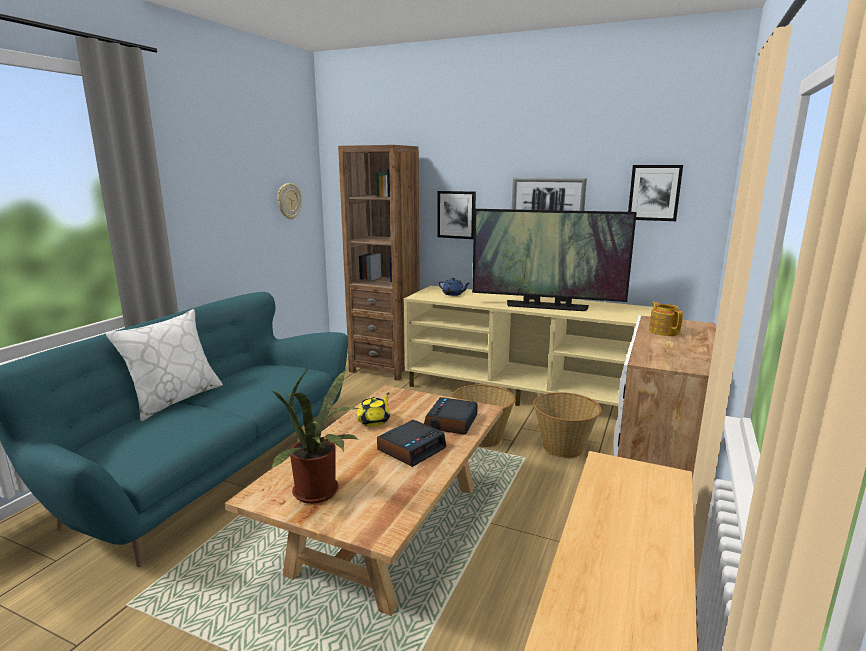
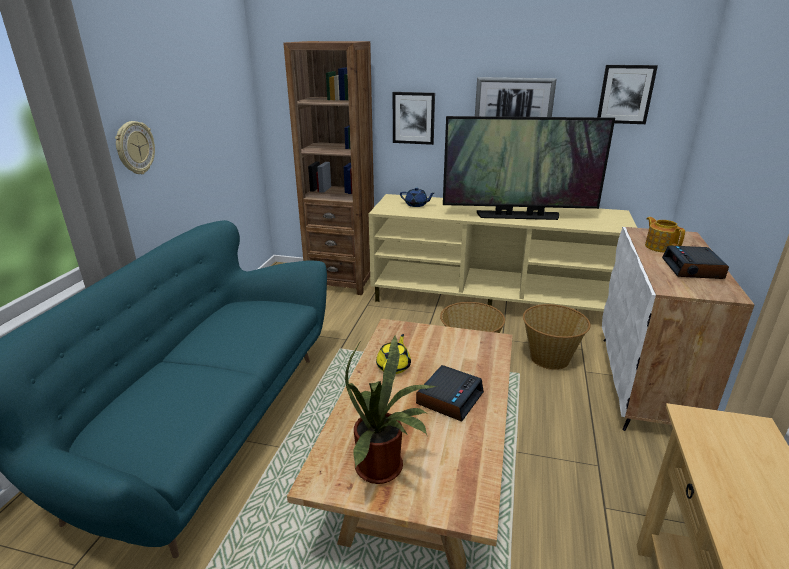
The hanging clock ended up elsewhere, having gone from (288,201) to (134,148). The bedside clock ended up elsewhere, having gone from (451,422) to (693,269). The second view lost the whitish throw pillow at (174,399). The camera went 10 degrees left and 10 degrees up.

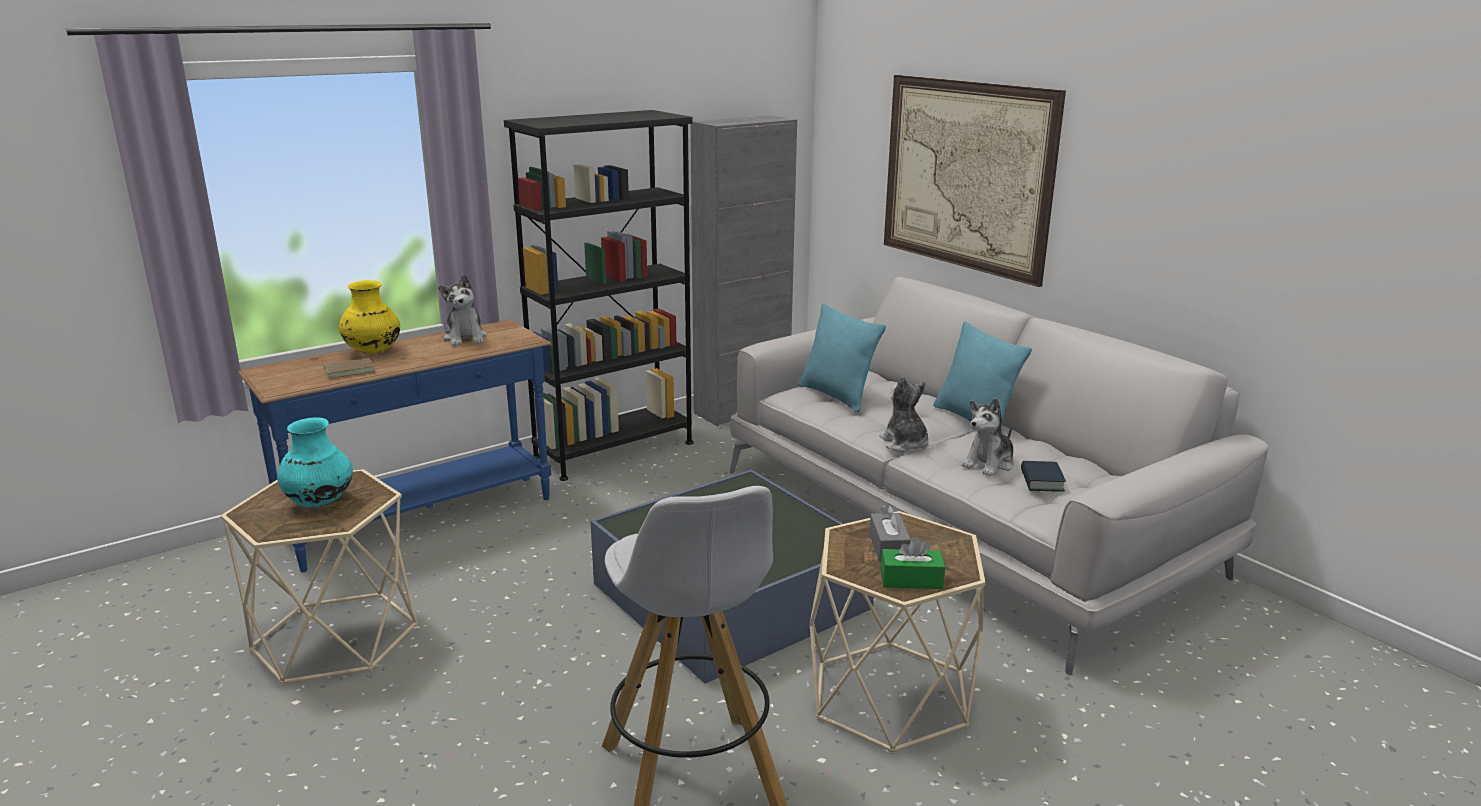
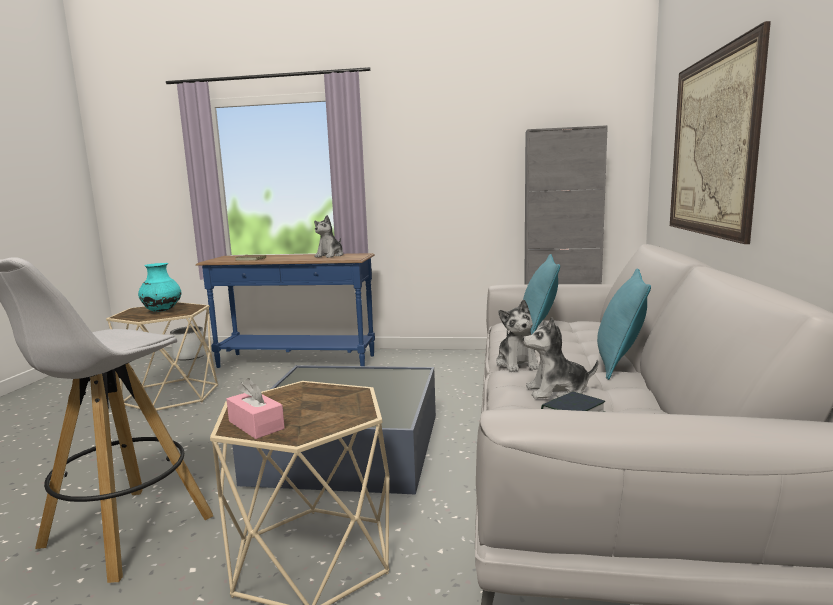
The second view gained the gray plant pot at (190,356). What was the greenish tissue box at (911,580) turned into the pink tissue box at (256,425). The cuddly toy at (904,444) ended up facing another way, 150 degrees clockwise from before. The second view lost the yellow decorative vase at (372,352). The second view lost the black shelving unit at (614,450). The second view lost the gray tissue box at (888,547). The camera went 45 degrees right and 10 degrees down.

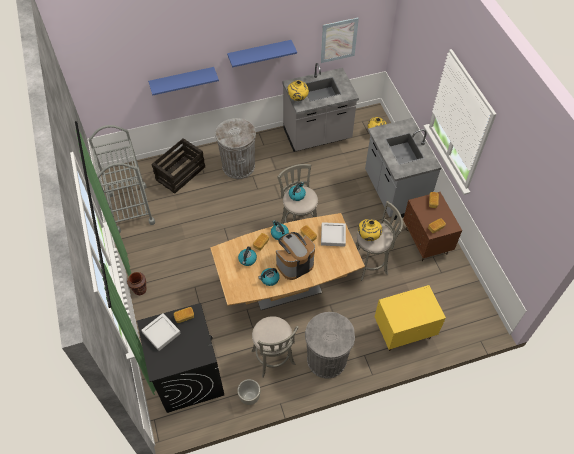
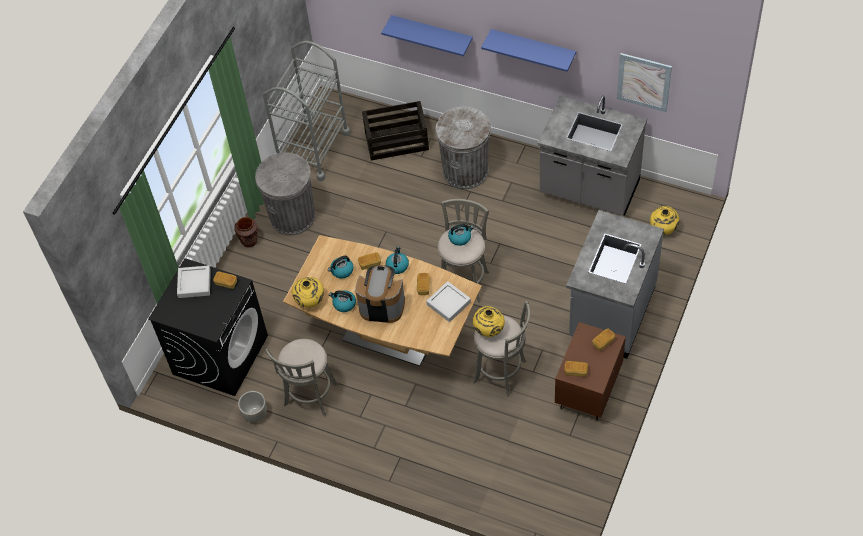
The gray rubbish bin ended up elsewhere, having gone from (326,359) to (292,216). The yellow decorative vase ended up elsewhere, having gone from (297,98) to (310,301). The second view lost the yellow nightstand at (403,332). The camera went 45 degrees right and 0 degrees up.

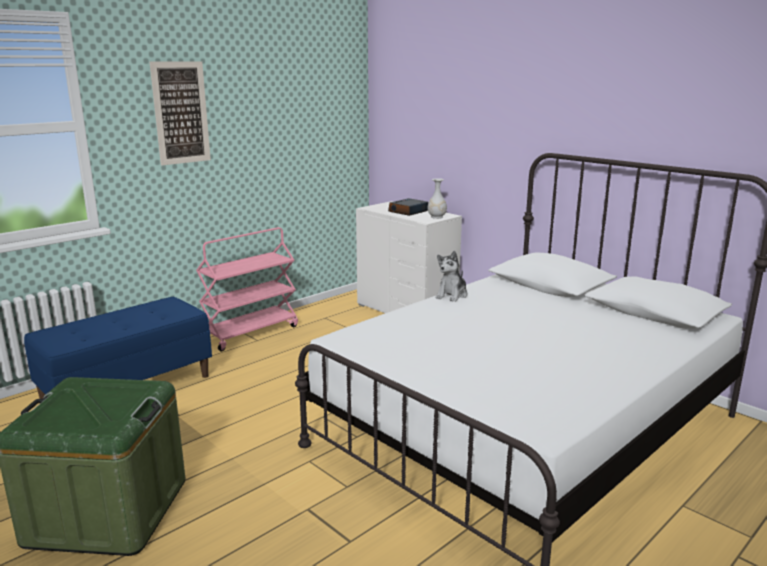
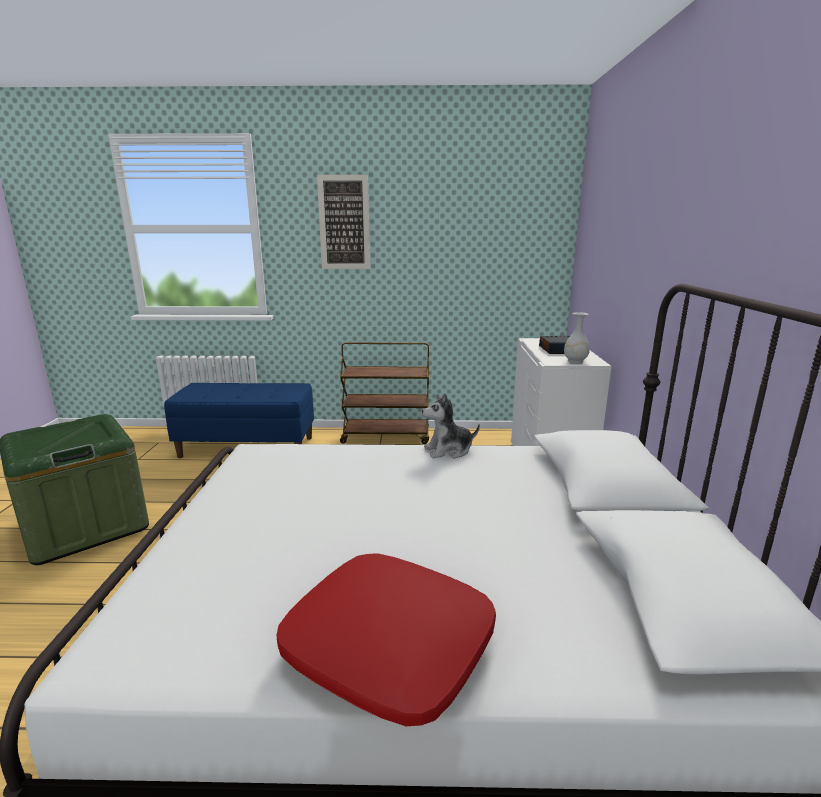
The second view gained the reddish throw pillow at (390,646). What was the pink trolley at (250,332) turned into the brown-coloured trolley at (386,436). The camera went 45 degrees right and 0 degrees up.

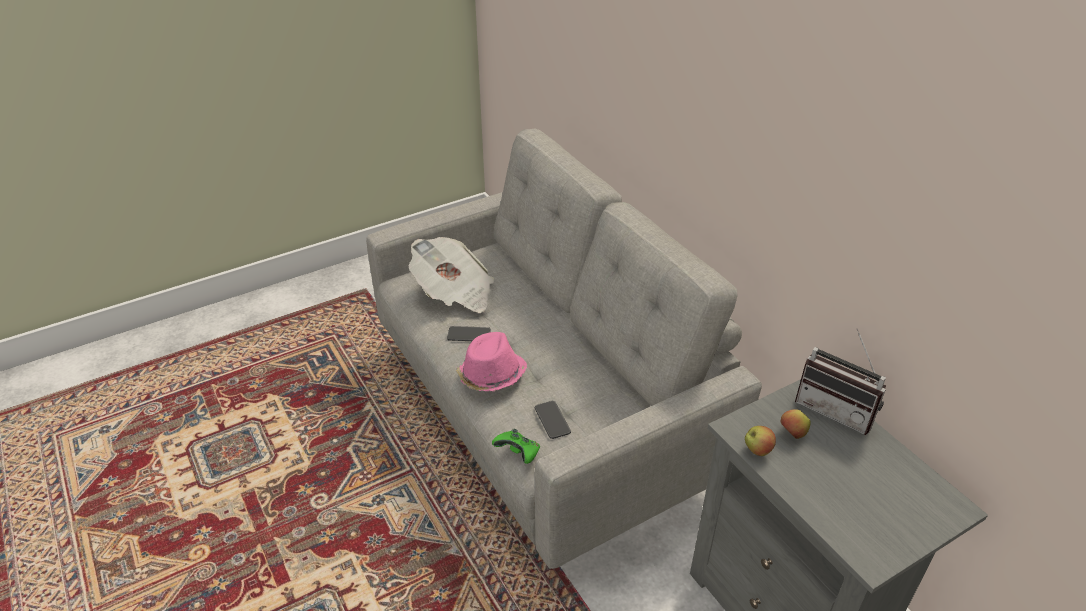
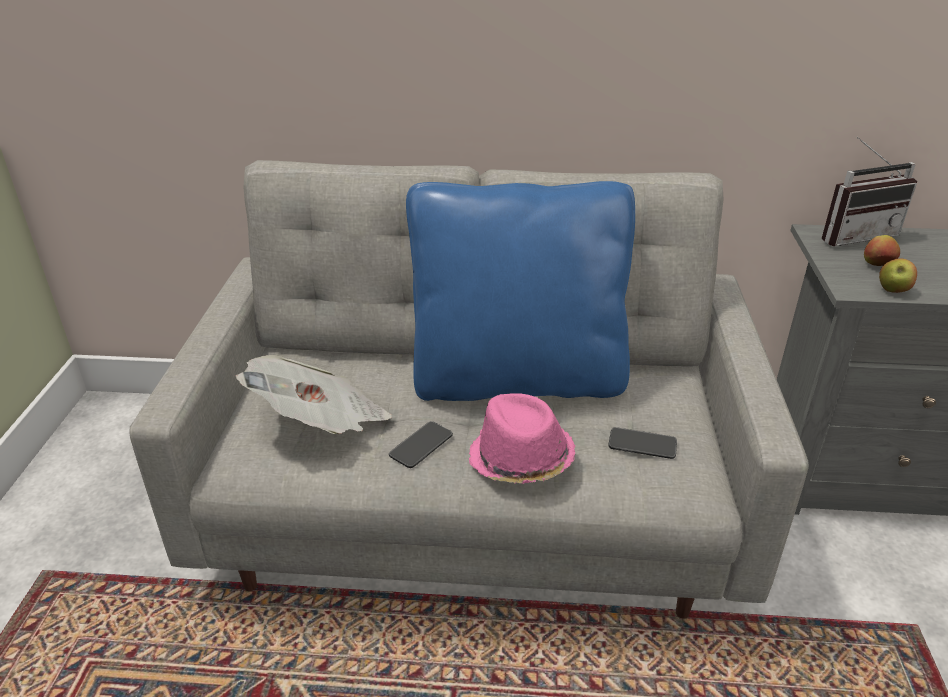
The second view gained the blue throw pillow at (517,378). The second view lost the greenish joypad at (518,453). The camera went 55 degrees left and 5 degrees down.

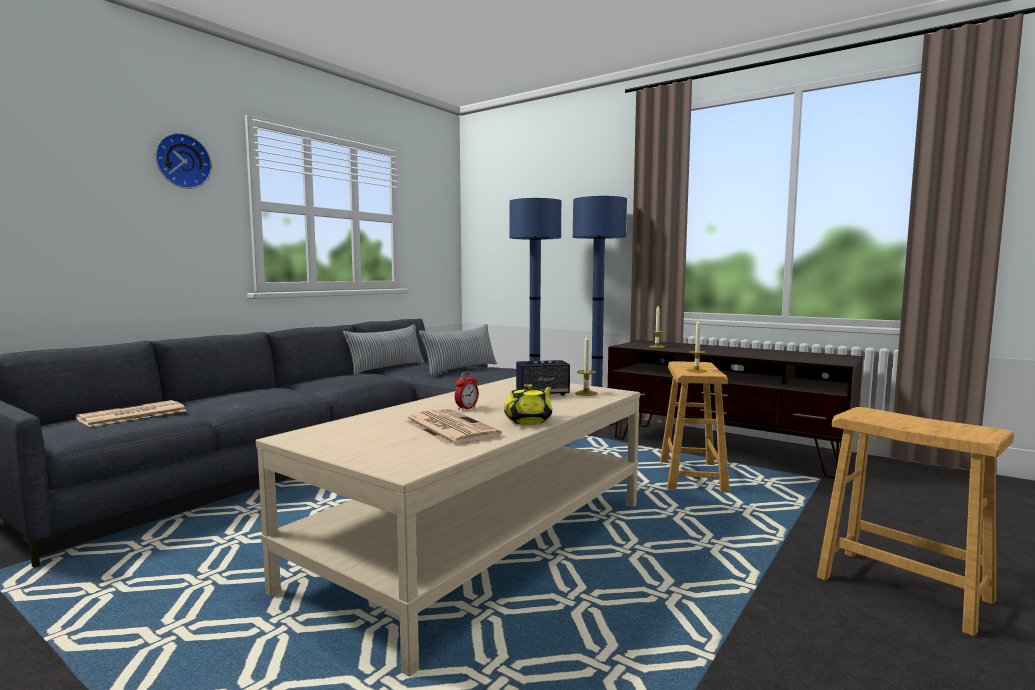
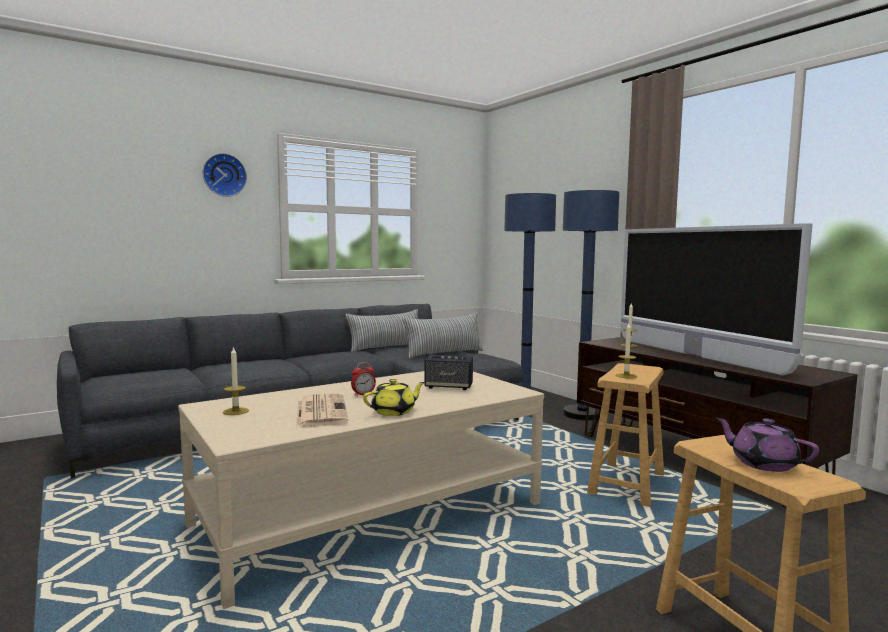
The wax light ended up elsewhere, having gone from (586,393) to (235,411). The second view gained the TV at (694,355). The second view gained the purple-coloured teapot at (763,463). The second view lost the newspaper at (131,415). The camera went 20 degrees right and 0 degrees up.

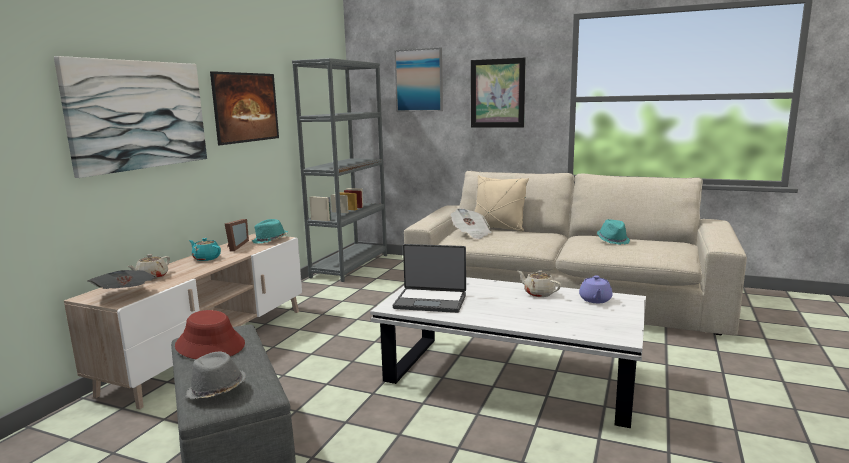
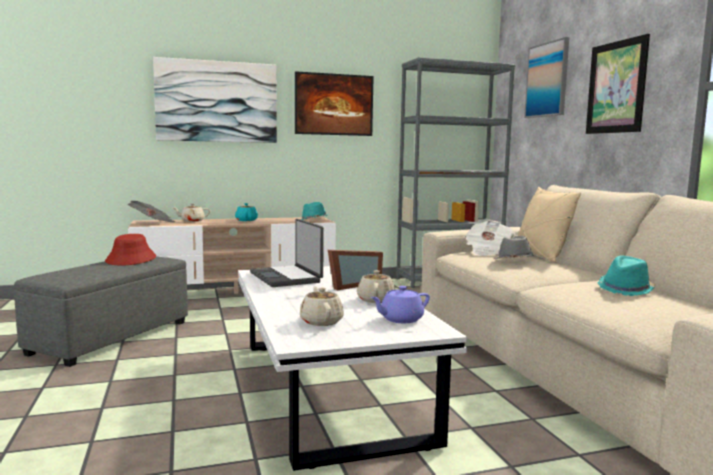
The second view gained the beige teapot at (321,321). The standing frame ended up elsewhere, having gone from (234,246) to (352,285). The gray wearable hat ended up elsewhere, having gone from (216,390) to (514,261). The camera went 50 degrees right and 5 degrees down.

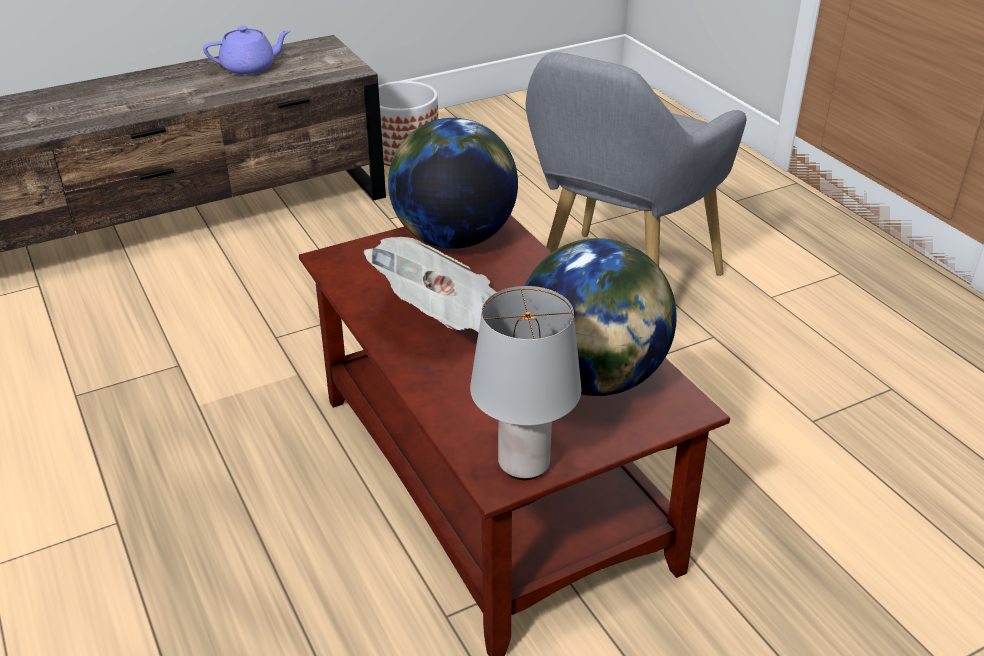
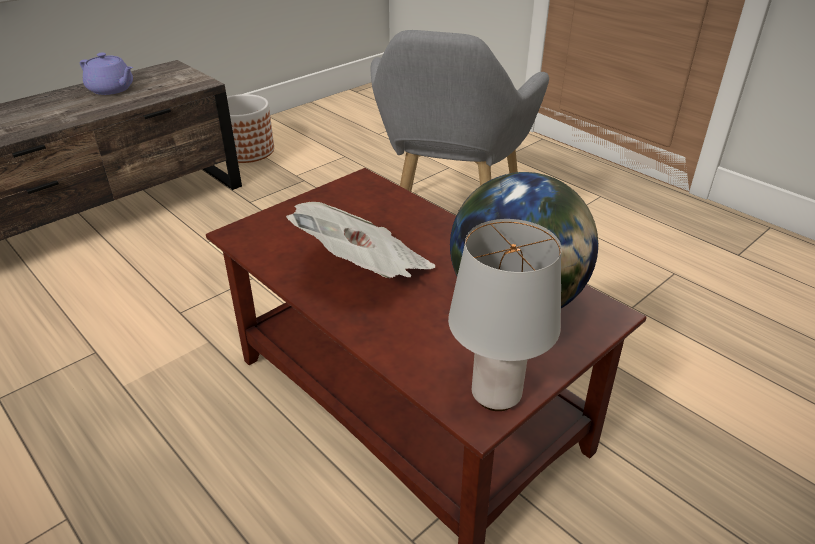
The purple-coloured teapot at (250,68) ended up facing another way, 60 degrees clockwise from before. The second view lost the desk globe at (453,238). The camera went 15 degrees left and 0 degrees up.

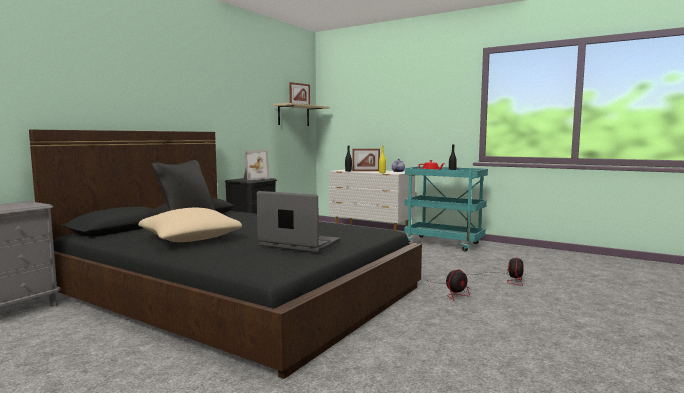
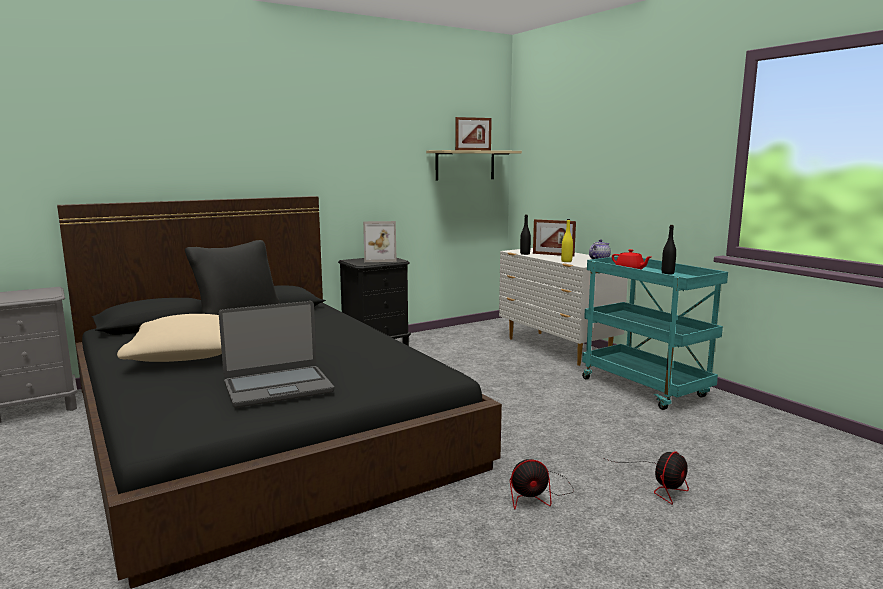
The notebook computer at (299,244) ended up facing another way, 105 degrees clockwise from before. The camera went 25 degrees right and 5 degrees up.

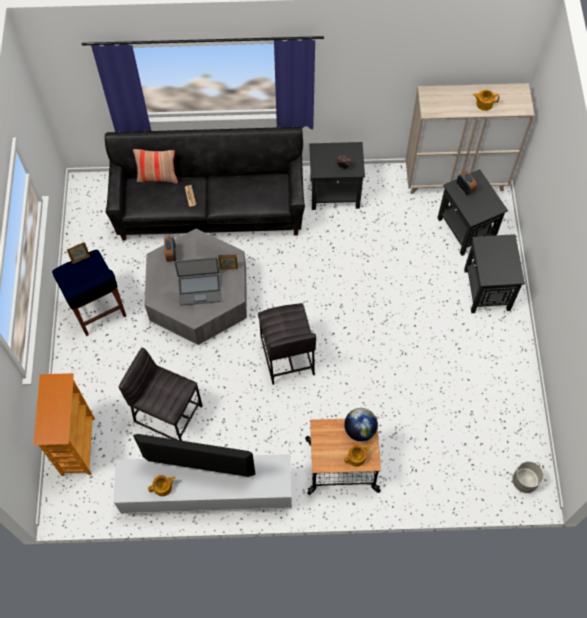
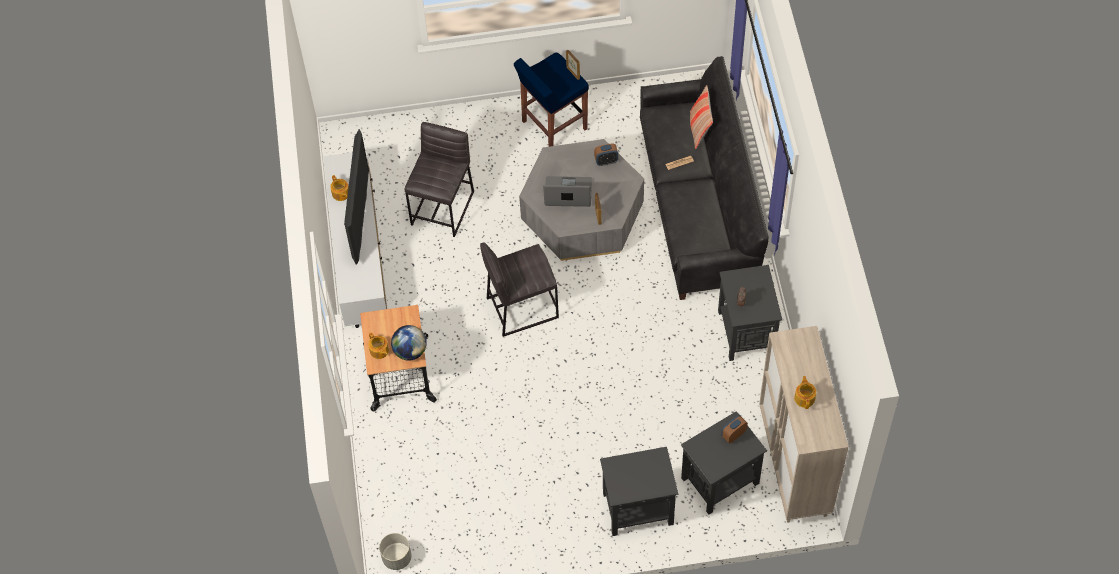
The notebook computer at (199,289) ended up facing another way, 105 degrees clockwise from before. The second view lost the shelving unit at (77,446). The camera went 85 degrees right and 5 degrees down.

